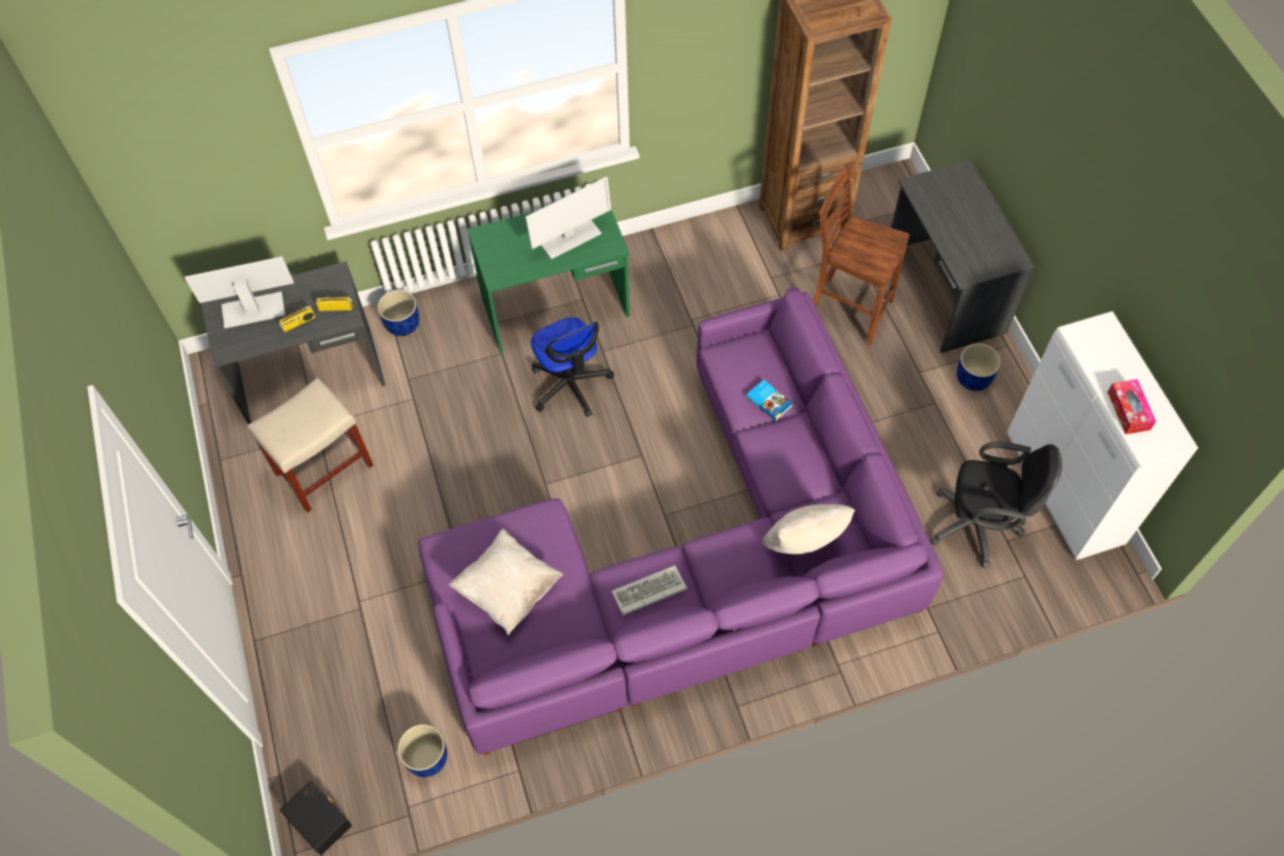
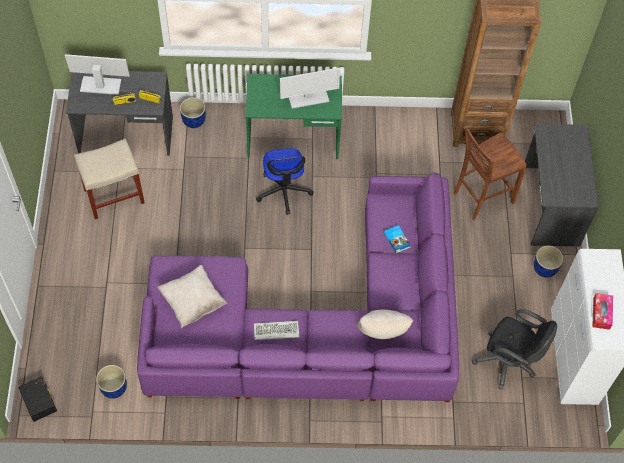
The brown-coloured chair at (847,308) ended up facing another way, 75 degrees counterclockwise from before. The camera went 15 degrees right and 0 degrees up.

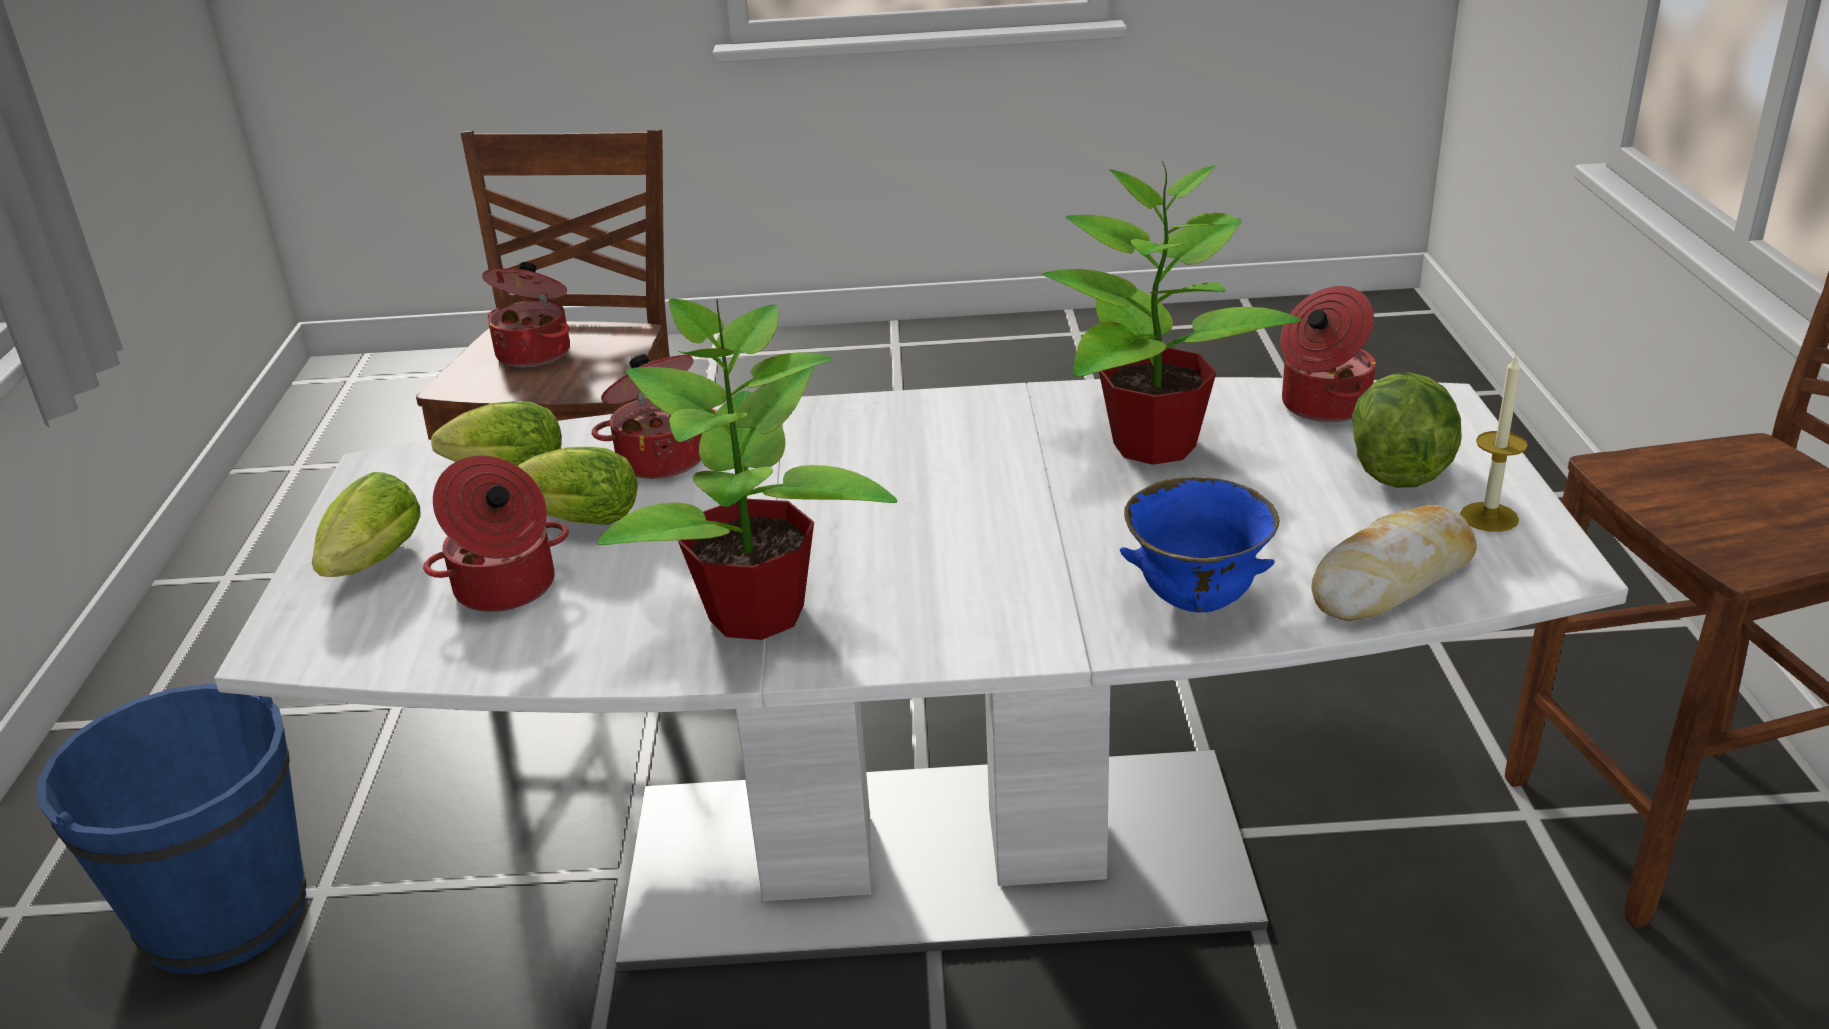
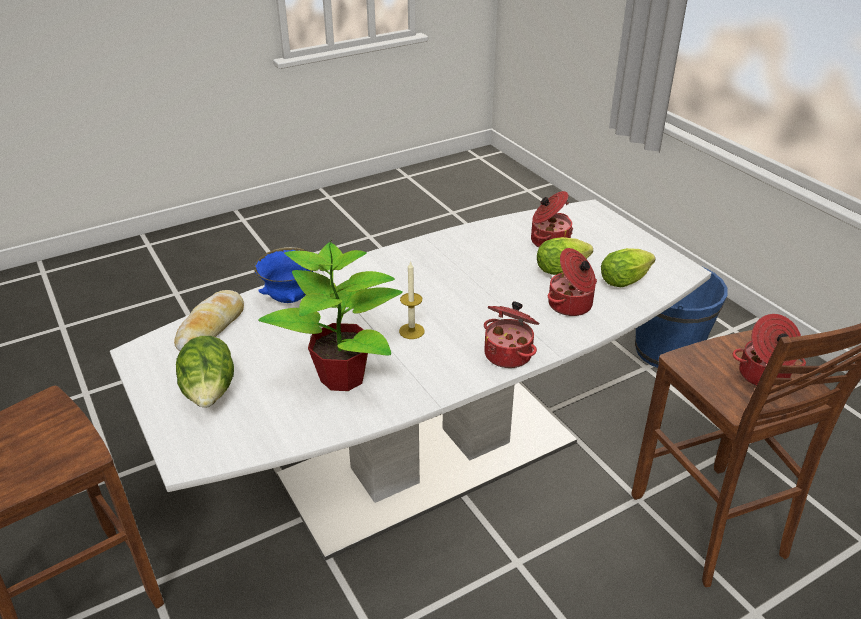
The wax light ended up elsewhere, having gone from (1489,517) to (411,331). The saucepot ended up elsewhere, having gone from (1322,405) to (509,354). The second view lost the lettuce at (371,567). The second view lost the plant in a pot at (756,614). The camera went 150 degrees right and 5 degrees up.

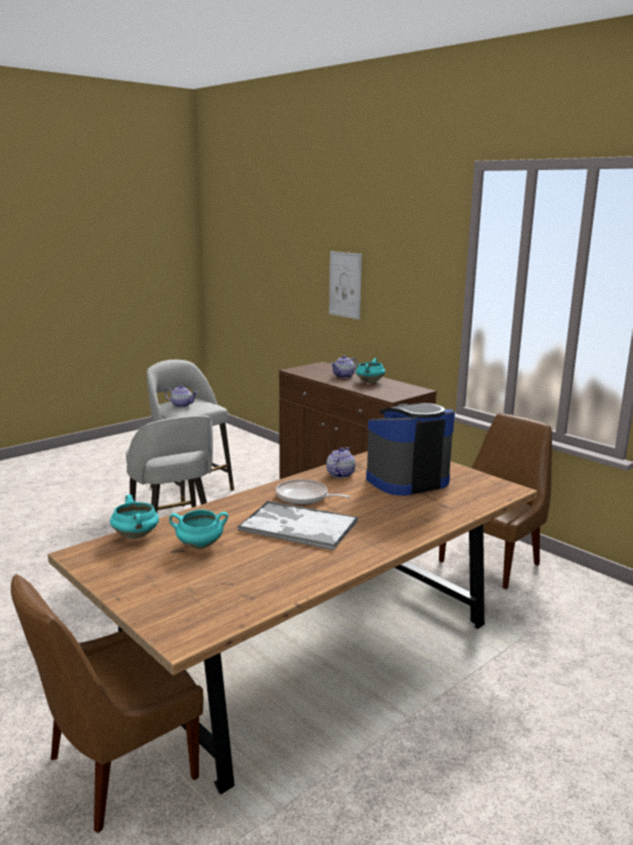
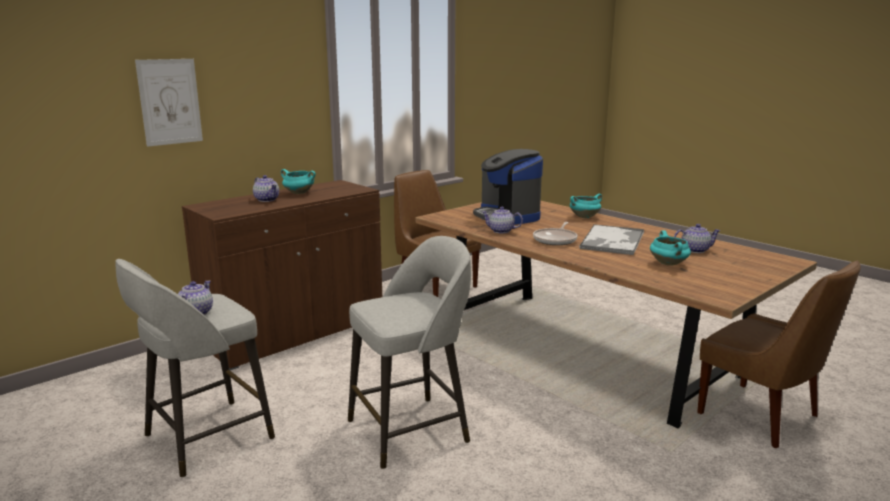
The turquoise-coloured saucepot ended up elsewhere, having gone from (136,536) to (584,217). The second view gained the teapot at (694,250). The camera went 90 degrees left and 0 degrees up.

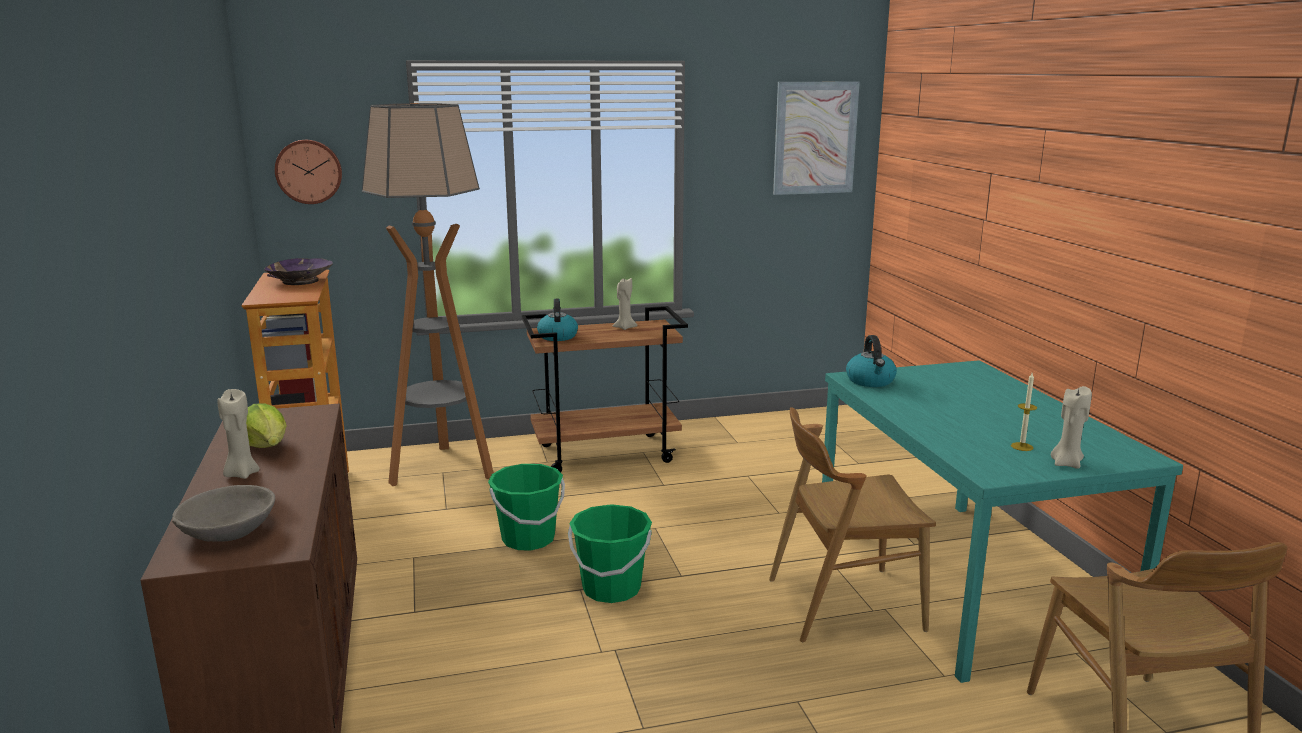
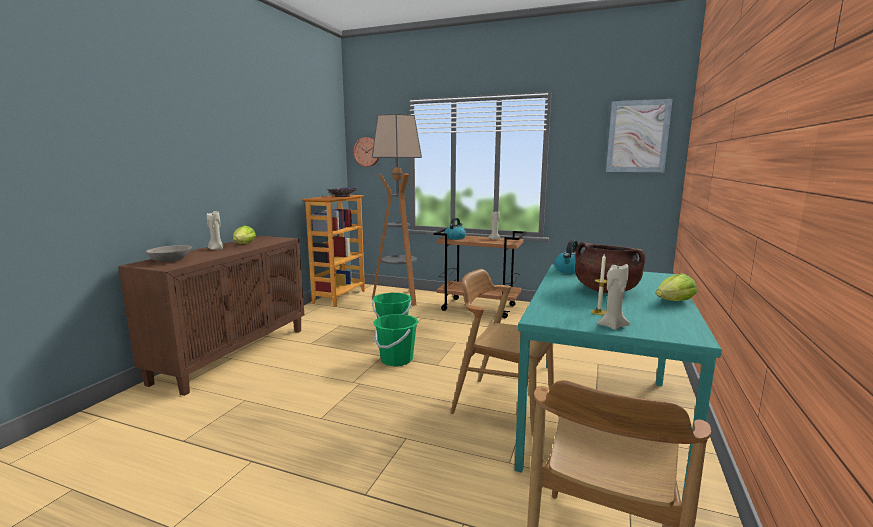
The second view gained the brown-coloured saucepot at (605,290). The second view gained the lettuce at (674,302). The camera went 35 degrees right and 5 degrees down.

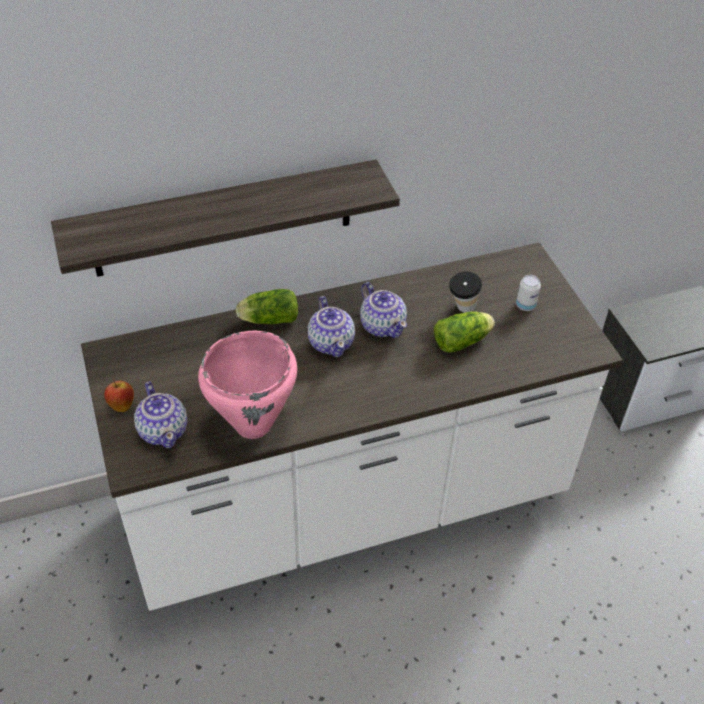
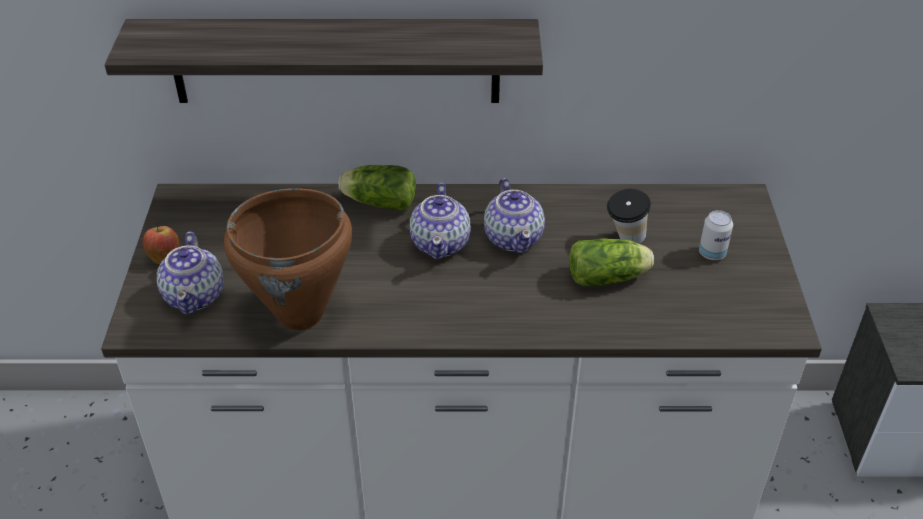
What was the pink saucepot at (254,425) turned into the brown-coloured saucepot at (301,314). The camera went 20 degrees right and 5 degrees down.

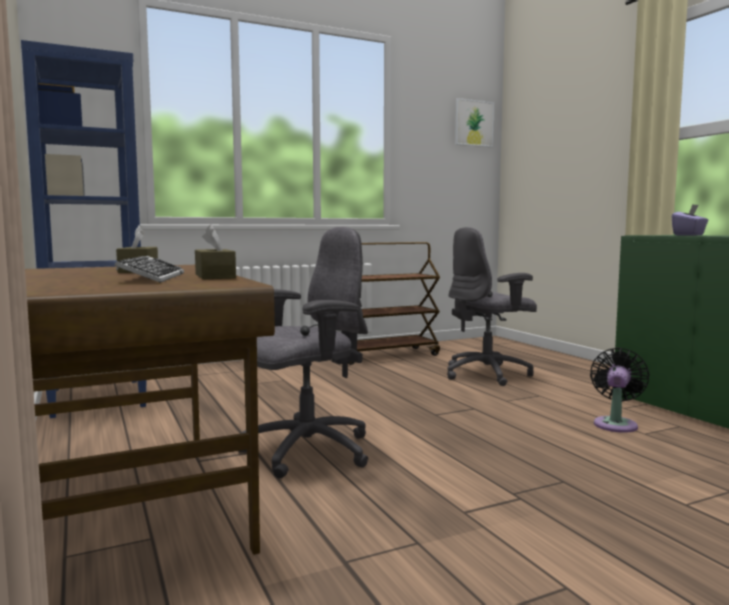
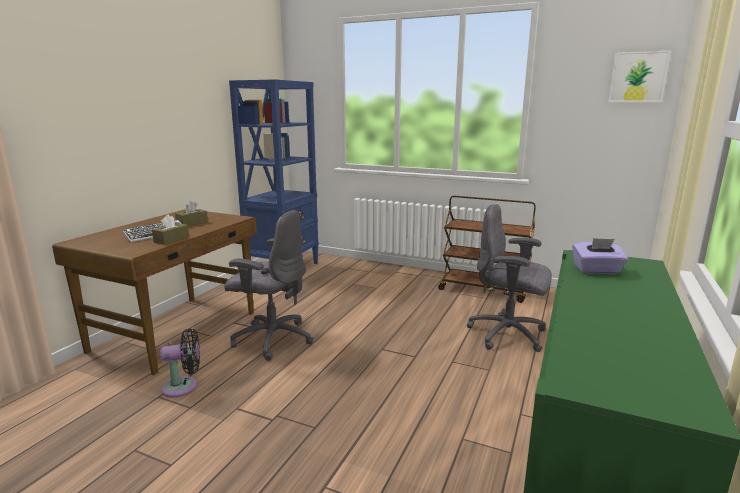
The black electric fan ended up elsewhere, having gone from (616,424) to (183,387). The camera went 50 degrees right and 10 degrees up.

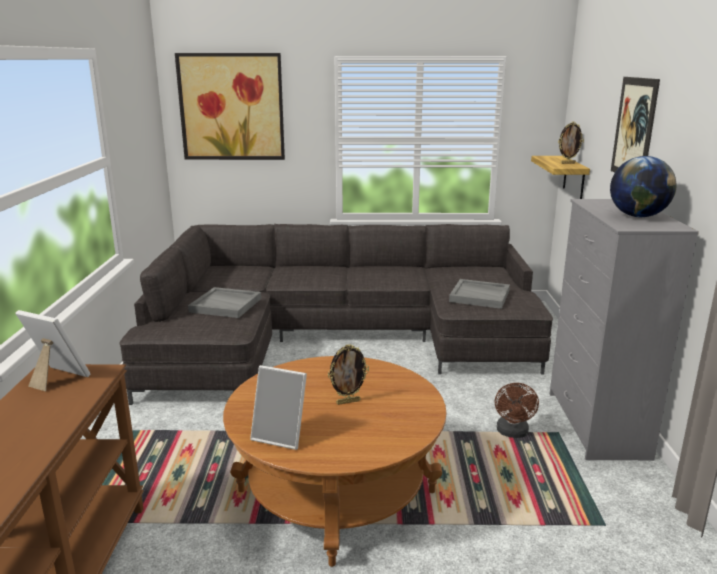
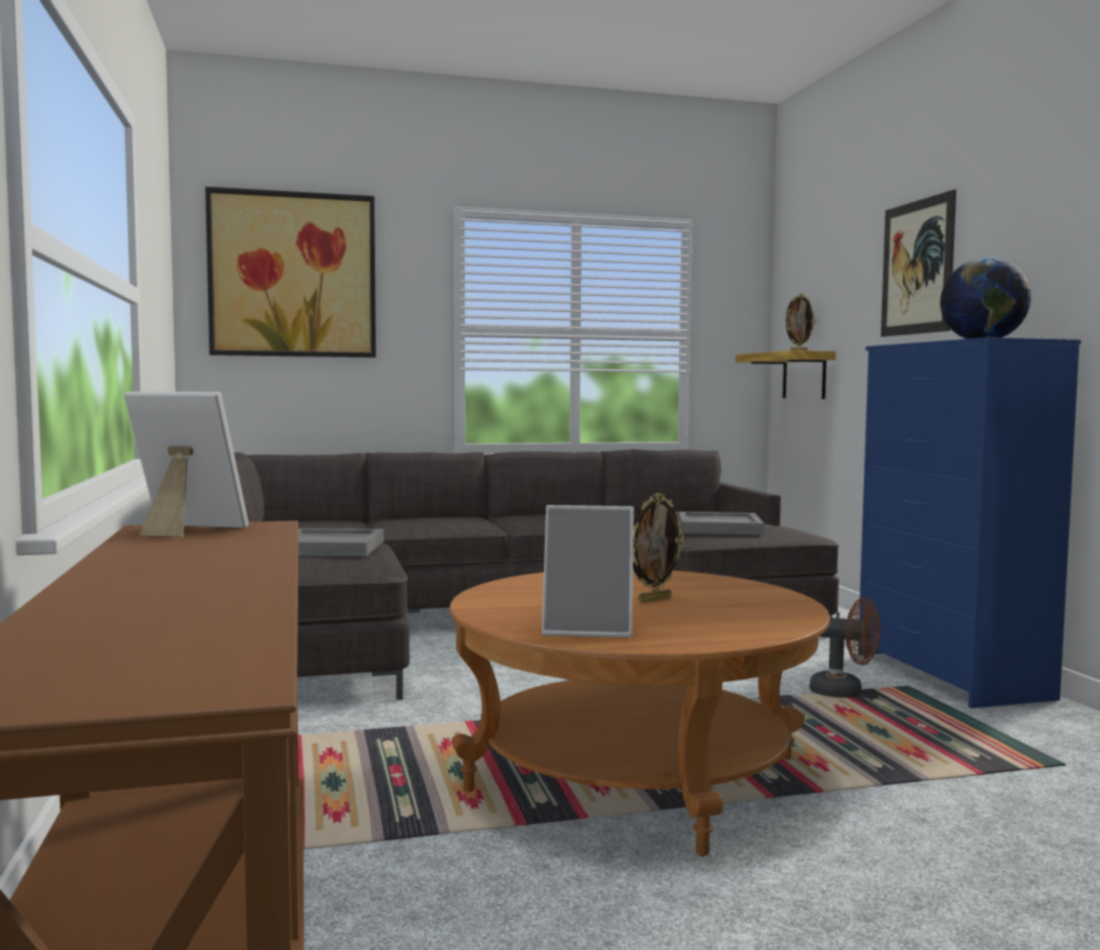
The brown-coloured electric fan at (512,433) ended up facing another way, 60 degrees counterclockwise from before. What was the gray dresser at (596,425) turned into the blue dresser at (950,676). The camera went 15 degrees left and 15 degrees down.

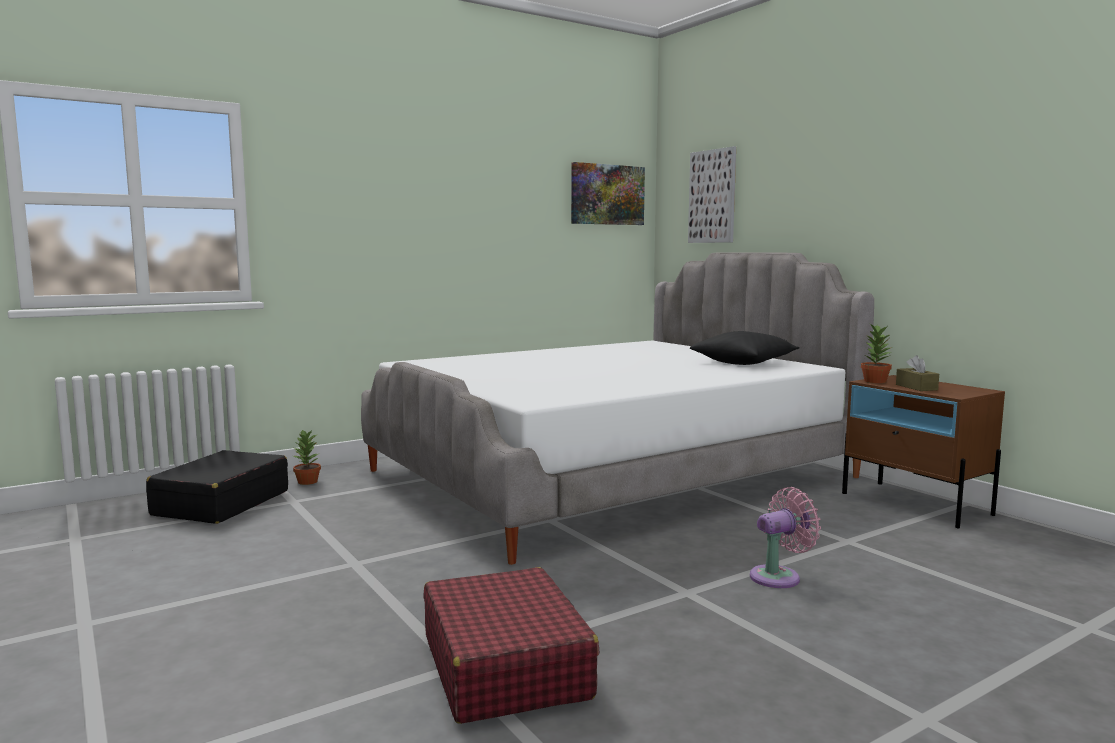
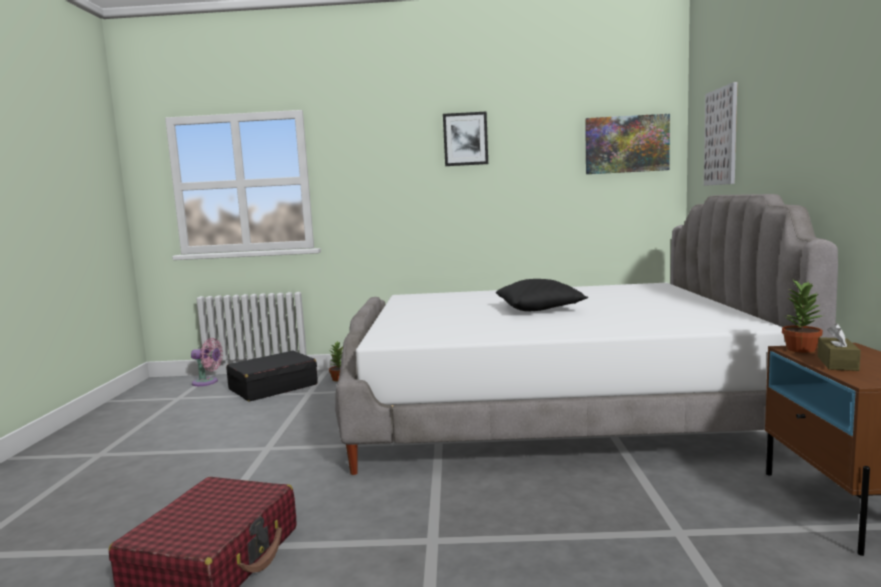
The pink electric fan ended up elsewhere, having gone from (779,576) to (207,382). The second view gained the wall art at (465,139). The black throw pillow ended up elsewhere, having gone from (744,362) to (540,309). The camera went 35 degrees right and 0 degrees up.

